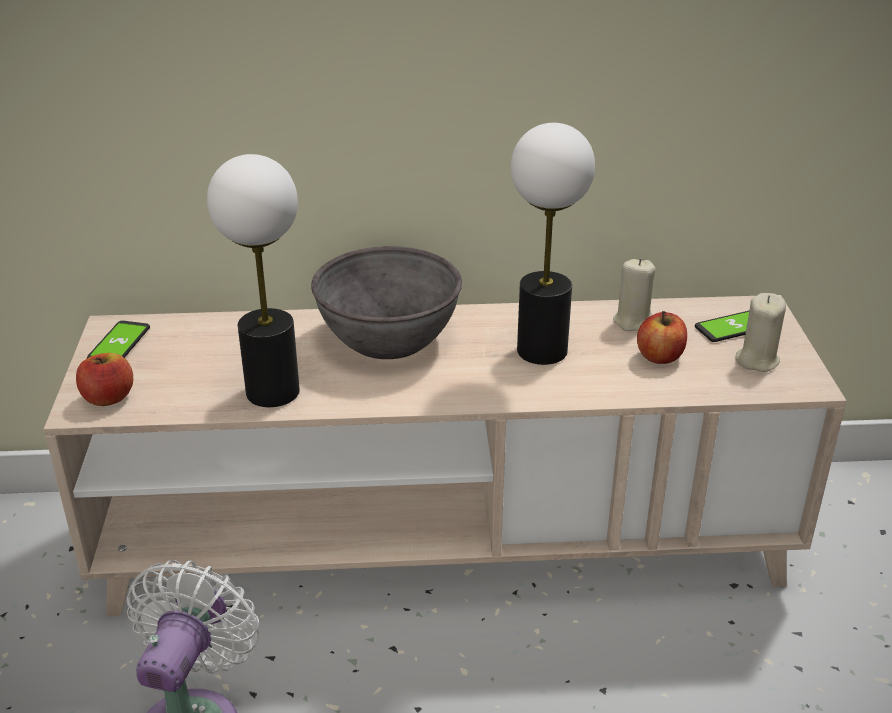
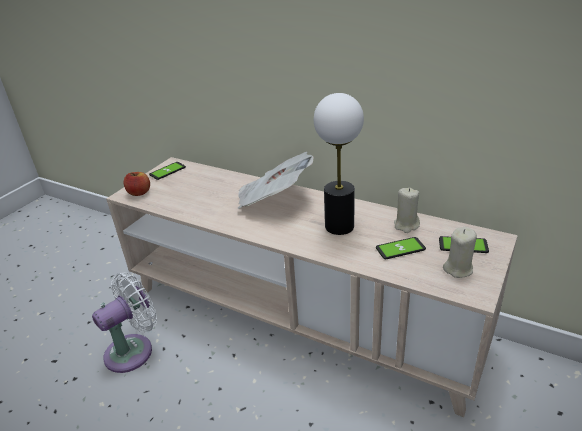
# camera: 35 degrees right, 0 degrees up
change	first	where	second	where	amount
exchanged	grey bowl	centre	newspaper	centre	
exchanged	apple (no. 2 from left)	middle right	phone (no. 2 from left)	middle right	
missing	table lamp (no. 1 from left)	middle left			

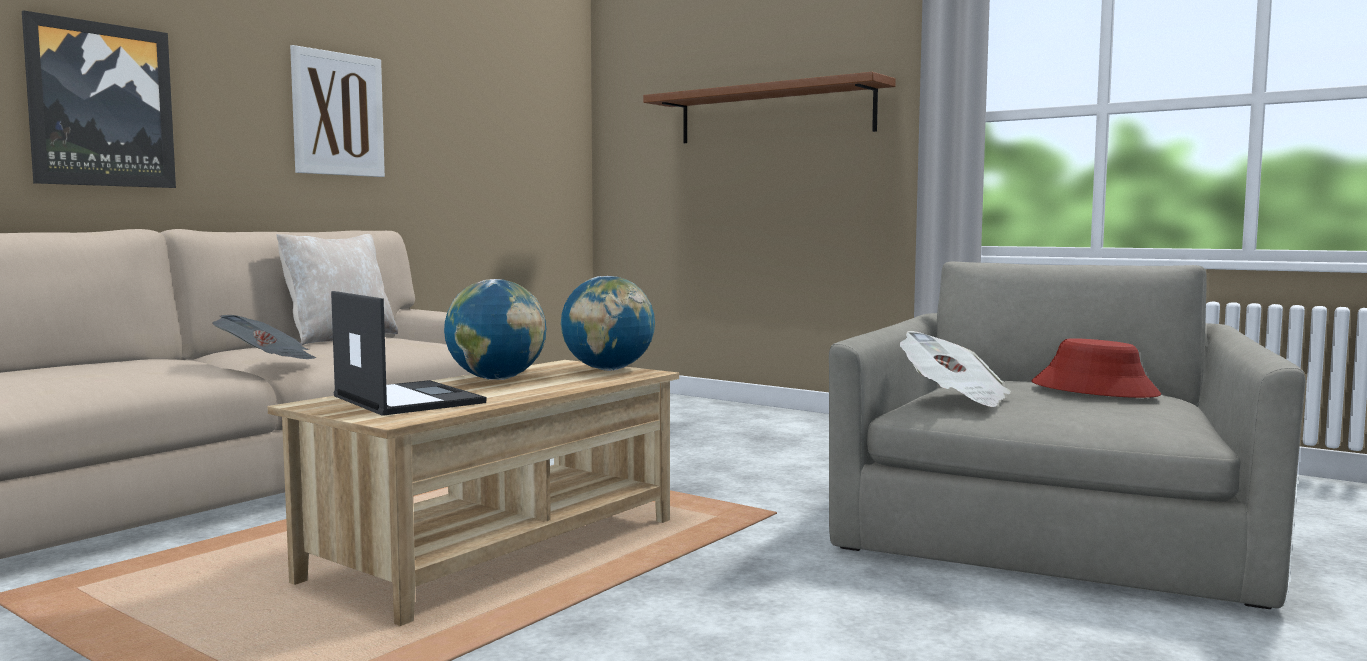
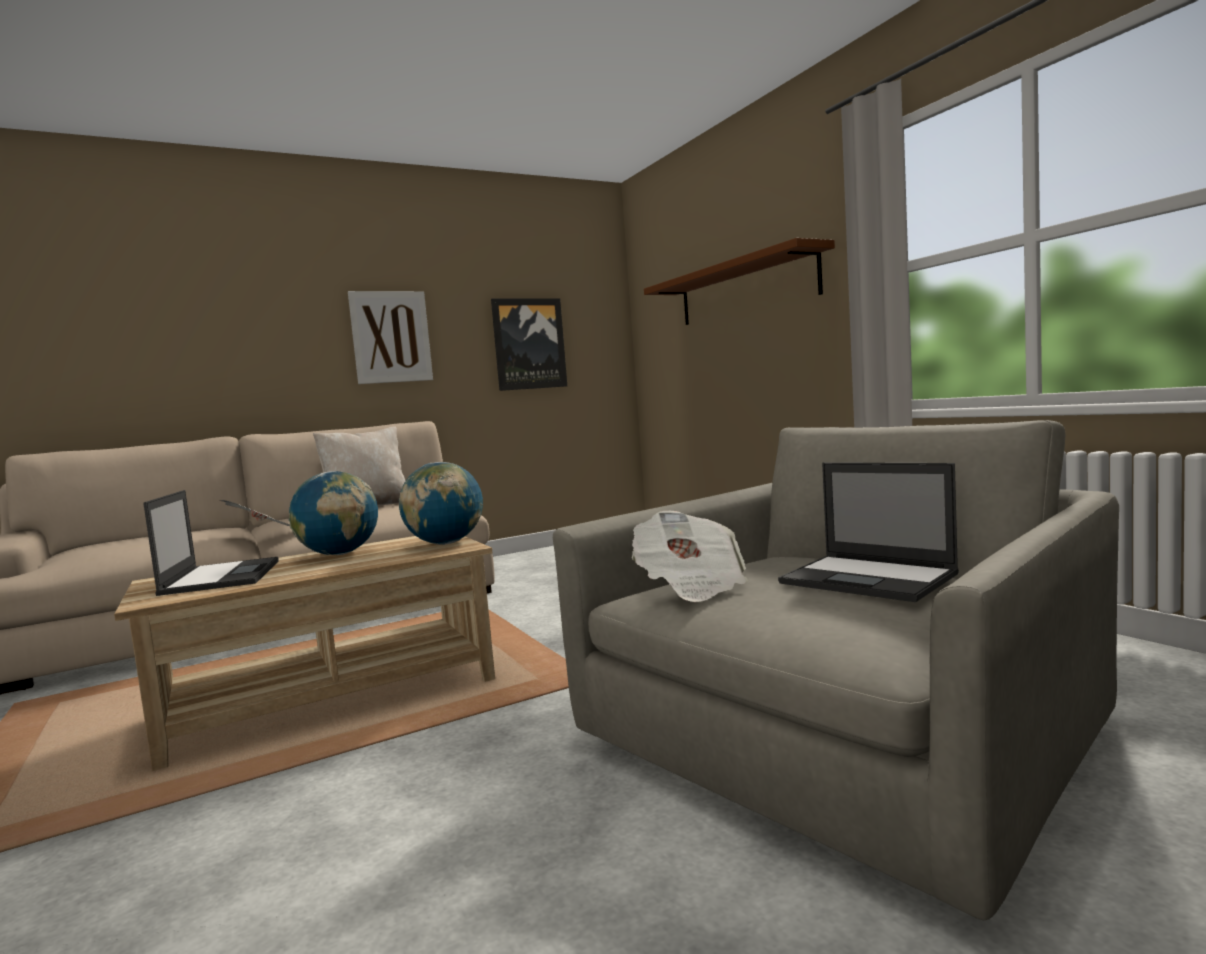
# camera: 25 degrees right, 0 degrees up
change	first	where	second	where	amount
relocated	picture (no. 1 from left in the first image)	top left	picture (no. 2 from left)	centre	
exchanged	red hat	middle right	laptop (no. 2 from left)	middle right	

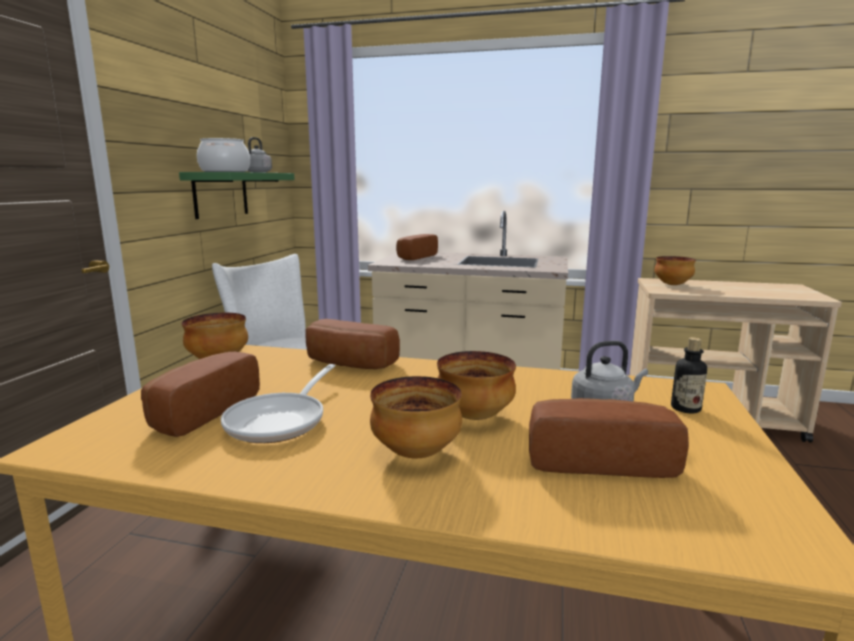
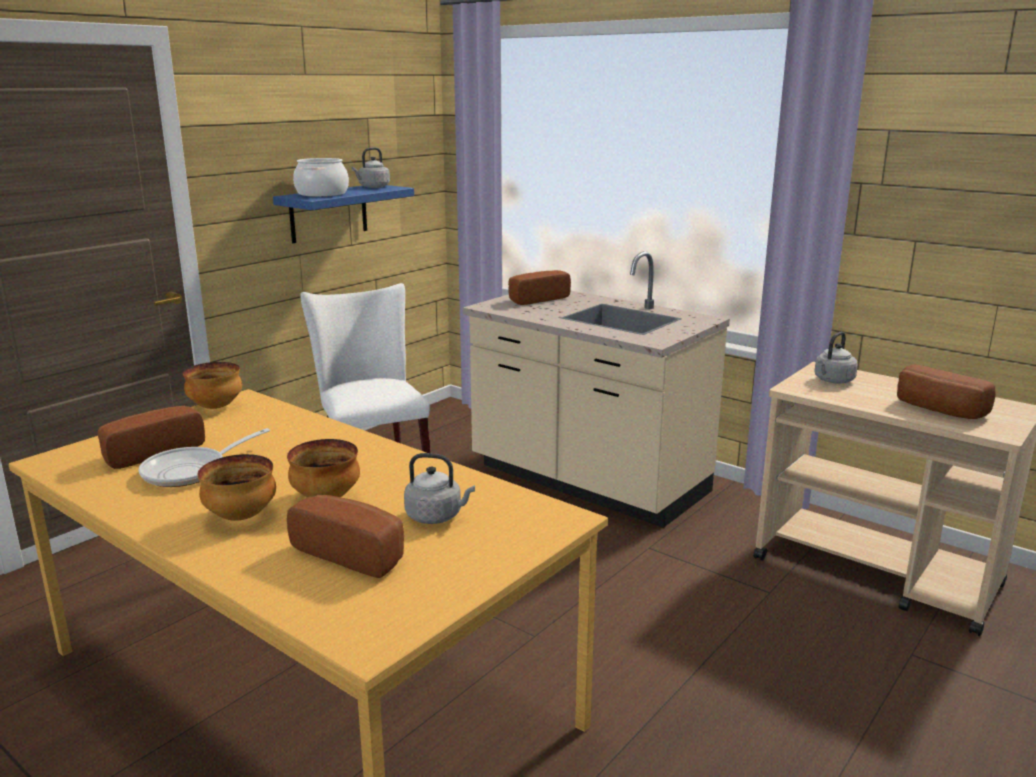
# camera: 25 degrees right, 5 degrees up
change	first	where	second	where	amount
colour	green shelf	top left	blue shelf	top left	
exchanged	bowl (no. 4 from left)	middle right	grey kettle (no. 3 from left)	middle right	
relocated	bread (no. 2 from left in the first image)	centre	bread (no. 4 from left)	middle right	
missing	bottle	middle right			

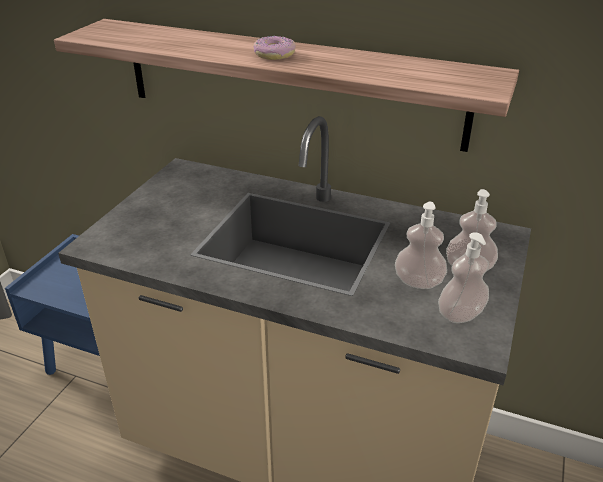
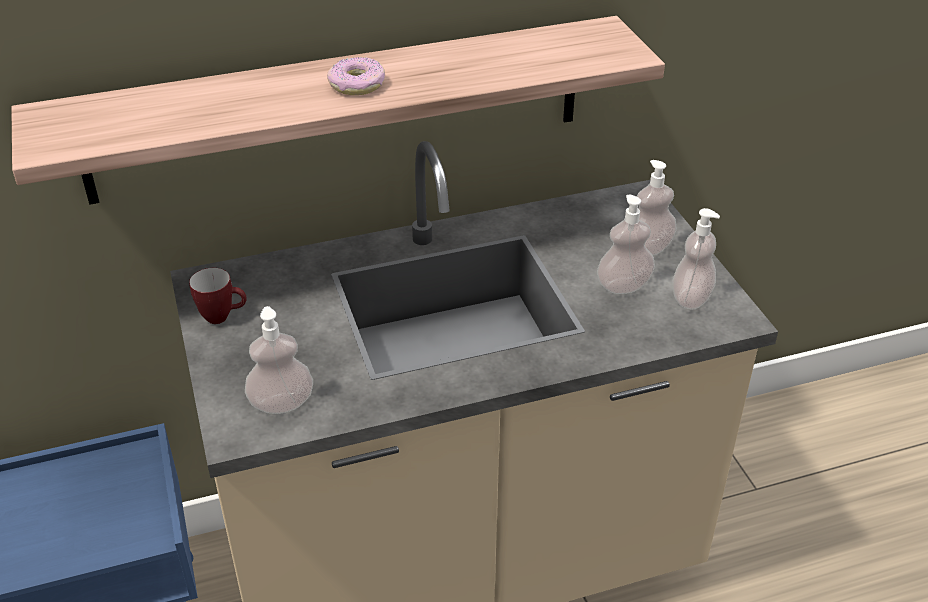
# camera: 40 degrees left, 5 degrees up
change	first	where	second	where	amount
appeared			mug	middle left	
appeared			soap dispenser (no. 1 from left)	middle left	

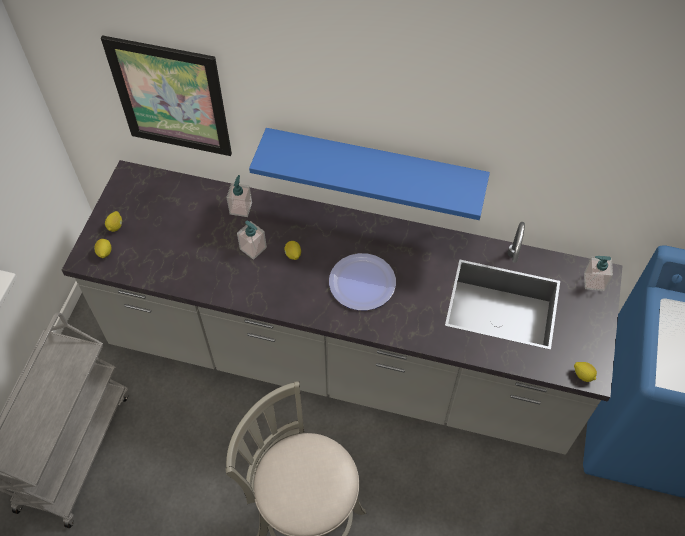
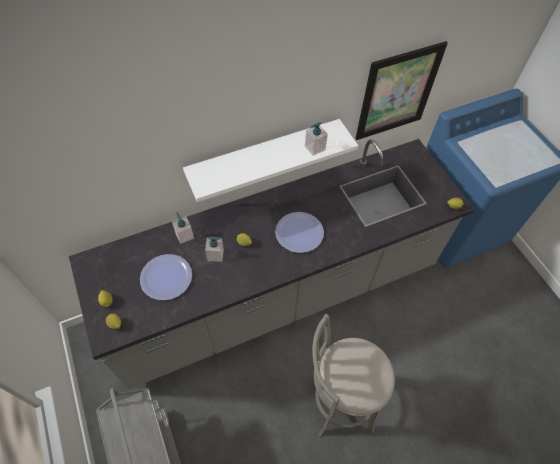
# camera: 40 degrees left, 0 degrees up
change	first	where	second	where	amount
appeared			plate (no. 1 from left)	middle left	
colour	blue shelf	top centre	white shelf	centre	
relocated	soap dispenser (no. 3 from left)	middle right		top centre	
relocated	picture	top left		top right	

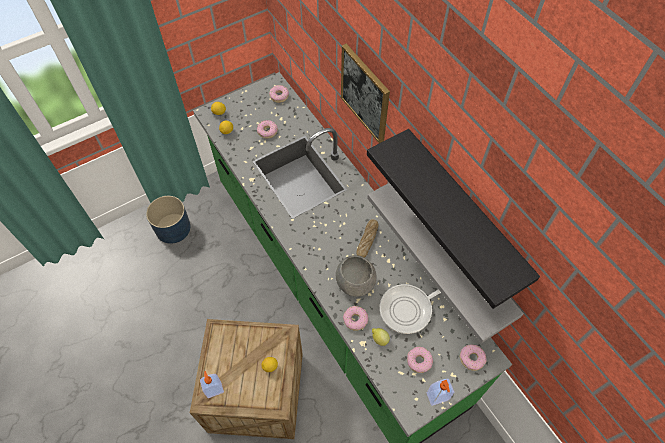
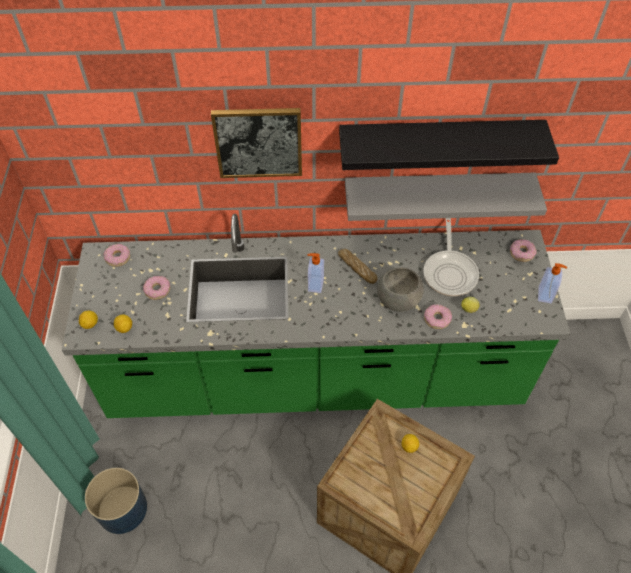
# camera: 60 degrees left, 5 degrees down
change	first	where	second	where	amount
relocated	soap dispenser (no. 1 from left)	bottom left		centre	
missing	donut (no. 4 from left)	bottom centre			

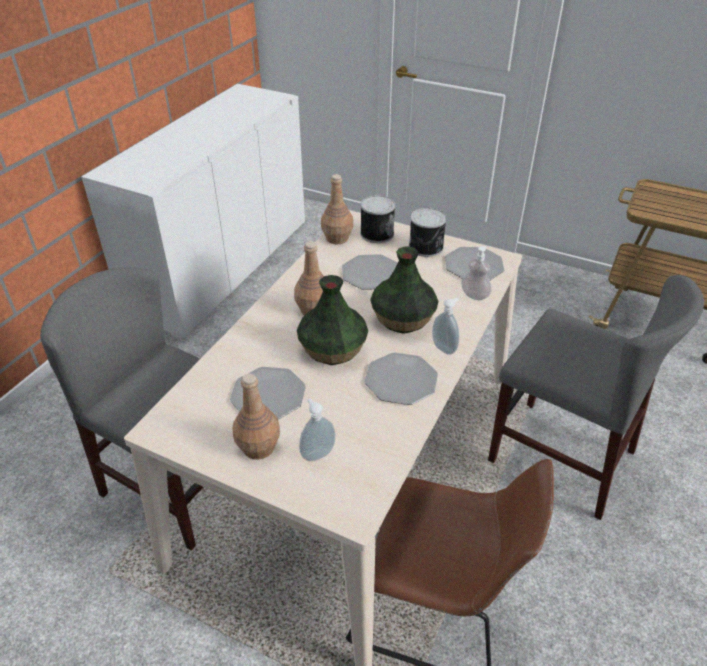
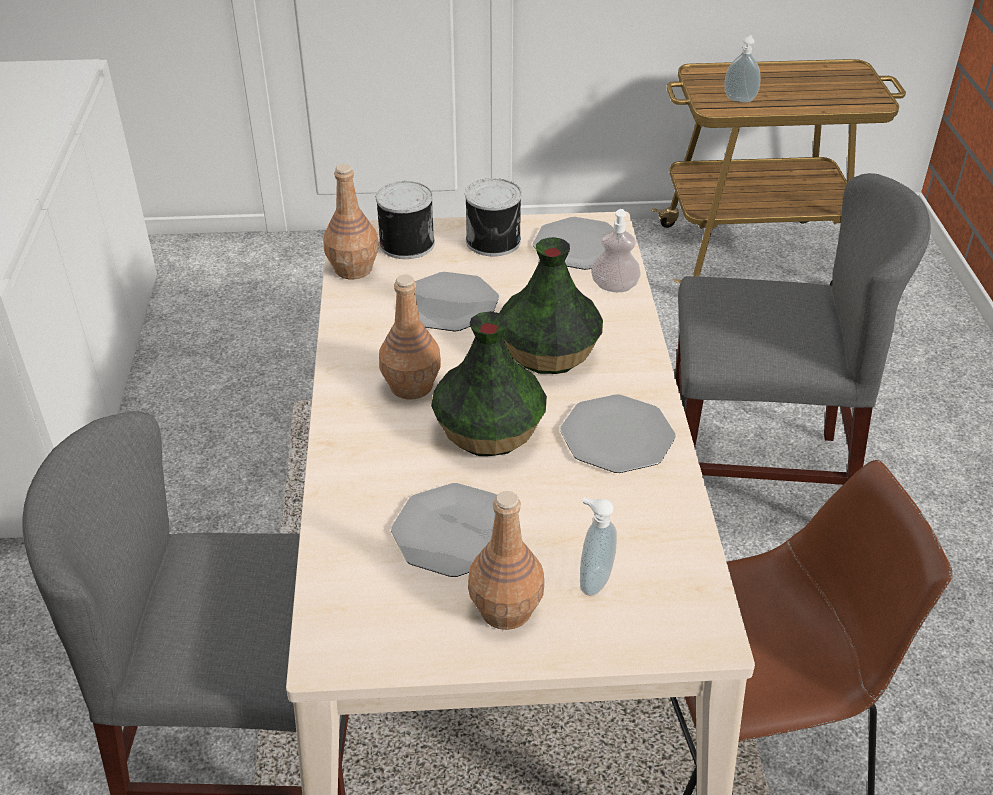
# camera: 30 degrees left, 0 degrees up
change	first	where	second	where	amount
relocated	soap dispenser (no. 2 from left in the first image)	centre	soap dispenser (no. 3 from left)	top right	

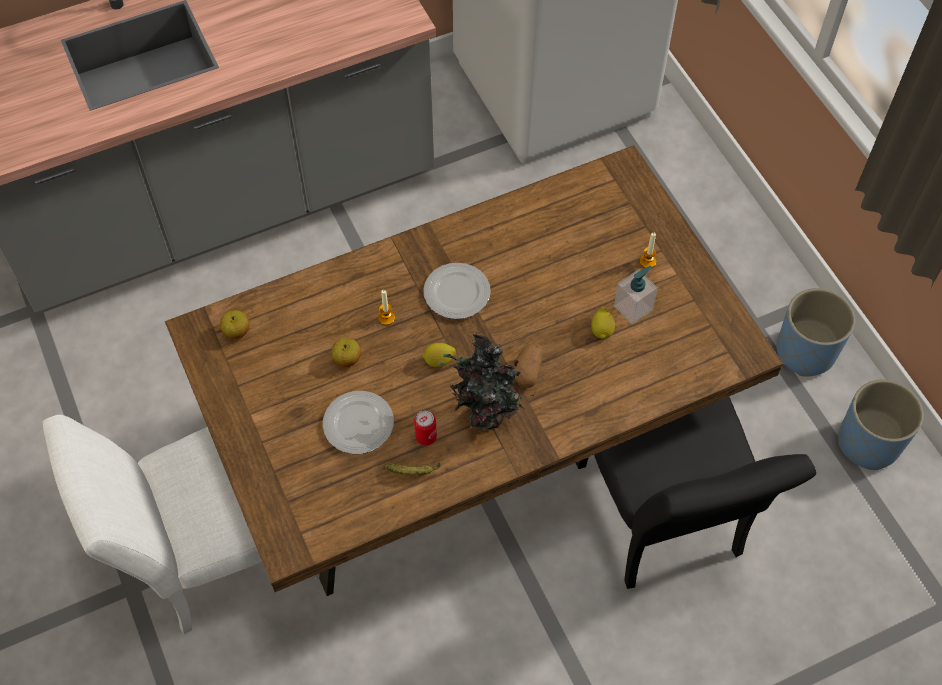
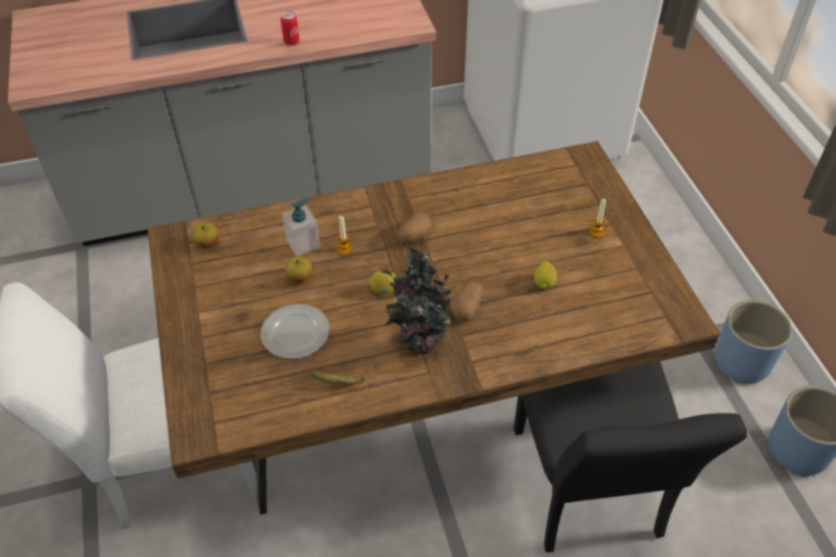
# camera: 10 degrees right, 10 degrees down
change	first	where	second	where	amount
relocated	can	centre		top centre	
relocated	soap dispenser	middle right		centre	
exchanged	plate (no. 2 from left)	centre	potato (no. 1 from left)	centre	

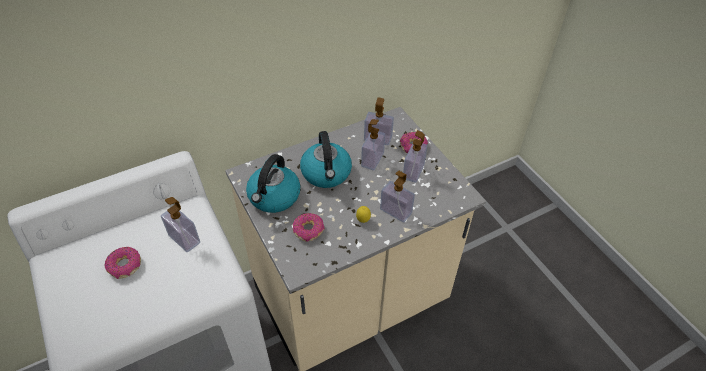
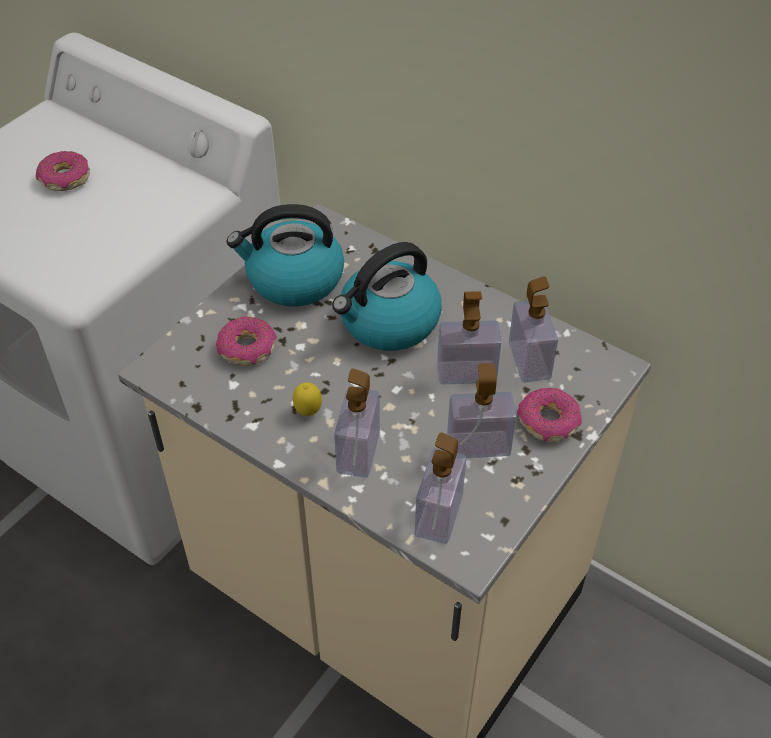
# camera: 65 degrees right, 0 degrees up
change	first	where	second	where	amount
relocated	soap dispenser (no. 1 from left in the first image)	middle left	soap dispenser (no. 2 from left)	centre	

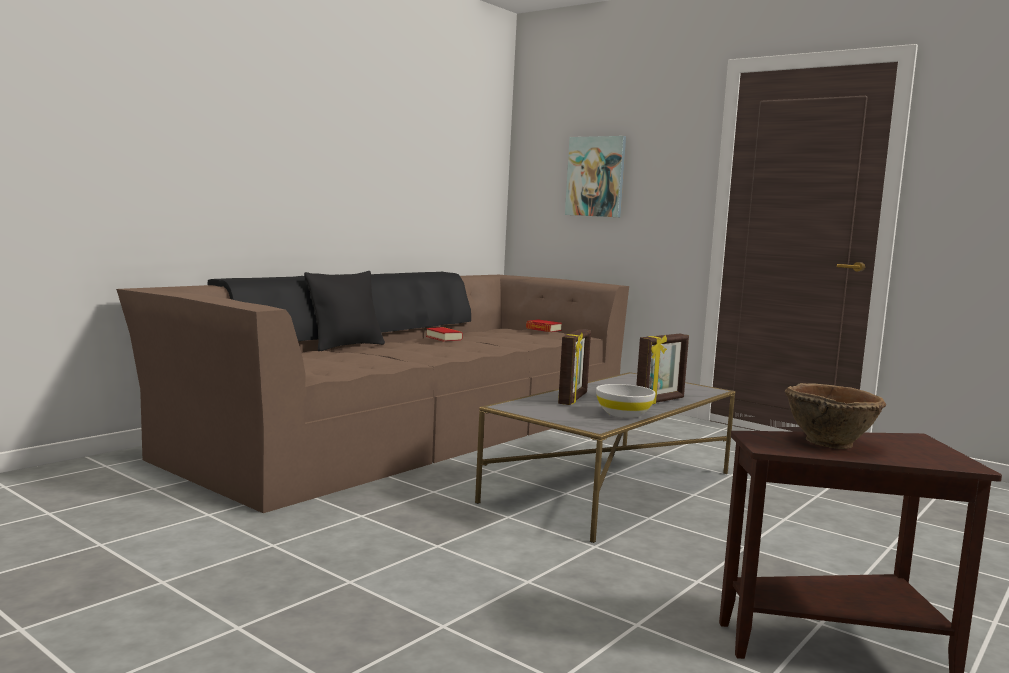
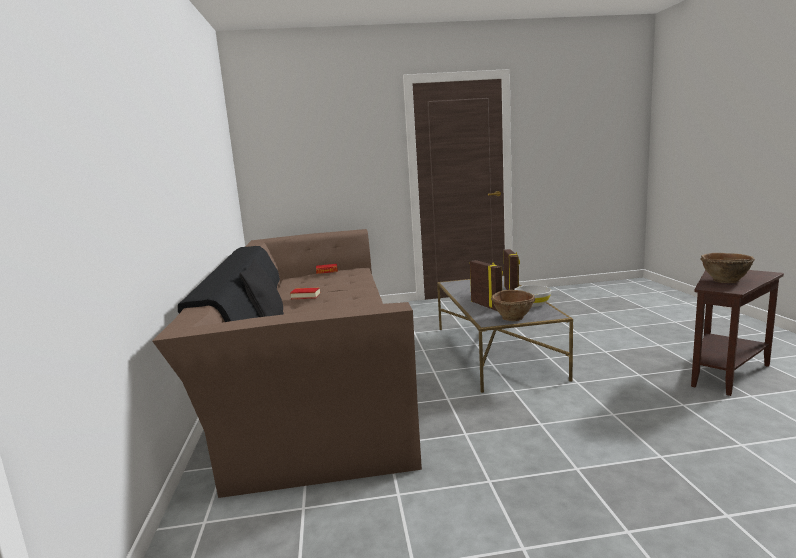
# camera: 45 degrees left, 5 degrees up
change	first	where	second	where	amount
appeared			brown bowl (no. 1 from left)	centre	
missing	picture	top centre			

